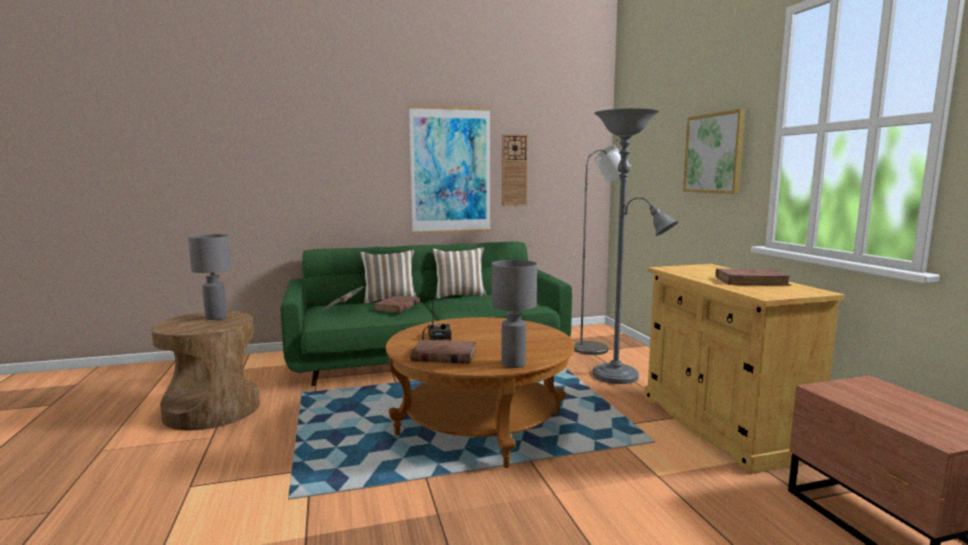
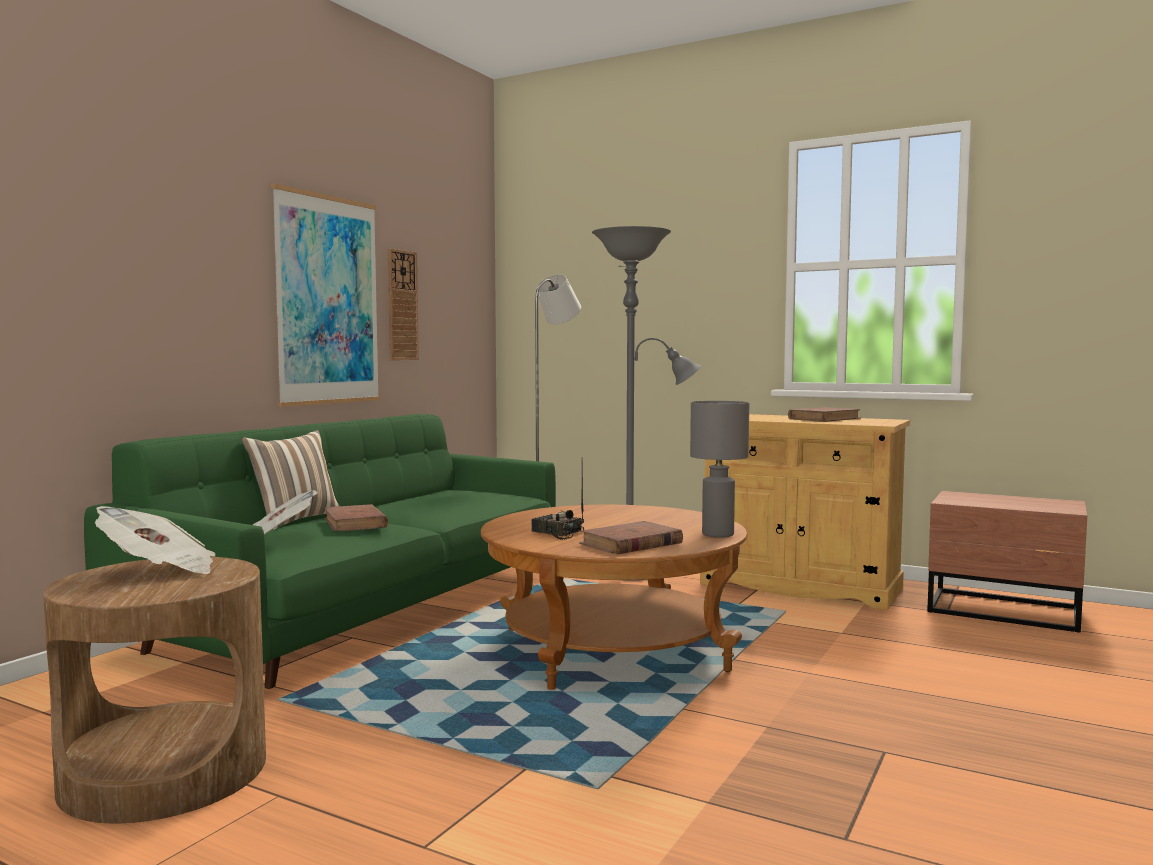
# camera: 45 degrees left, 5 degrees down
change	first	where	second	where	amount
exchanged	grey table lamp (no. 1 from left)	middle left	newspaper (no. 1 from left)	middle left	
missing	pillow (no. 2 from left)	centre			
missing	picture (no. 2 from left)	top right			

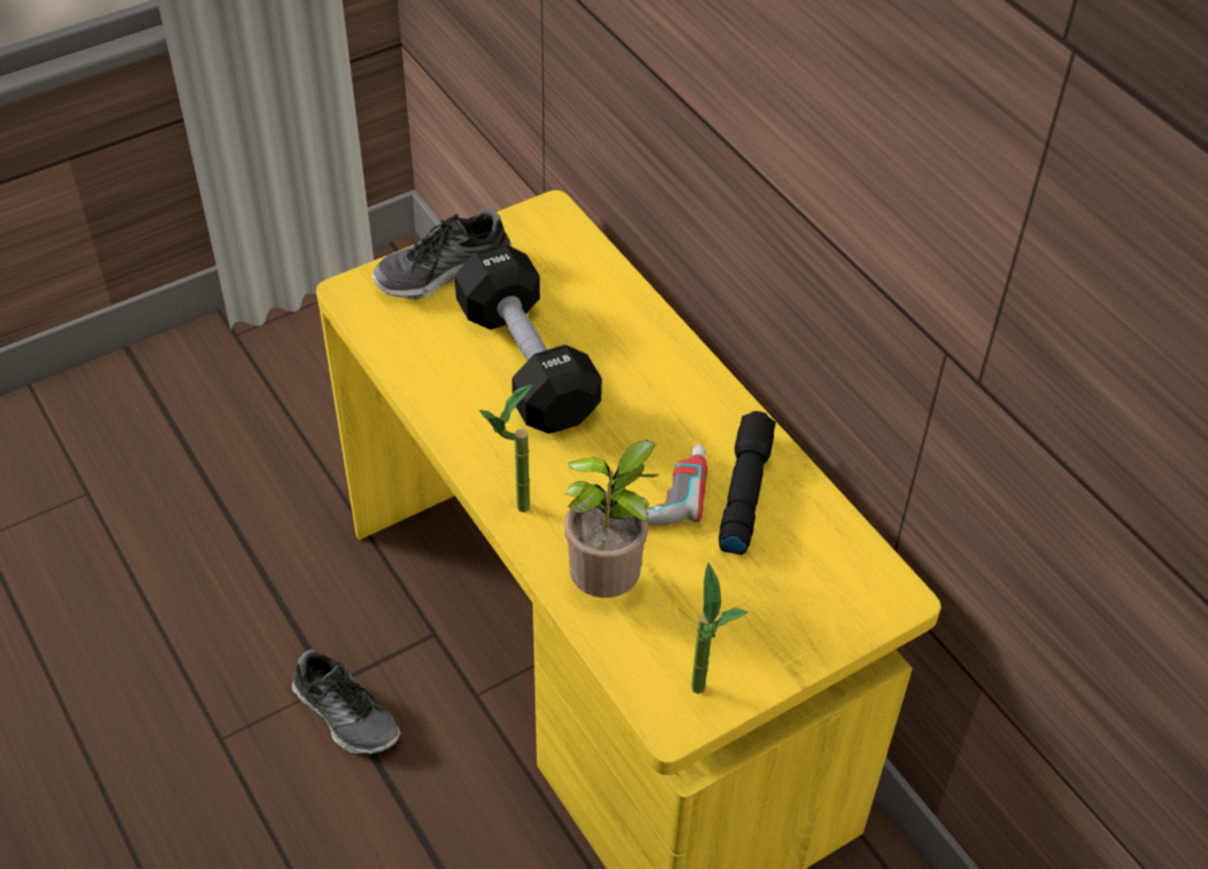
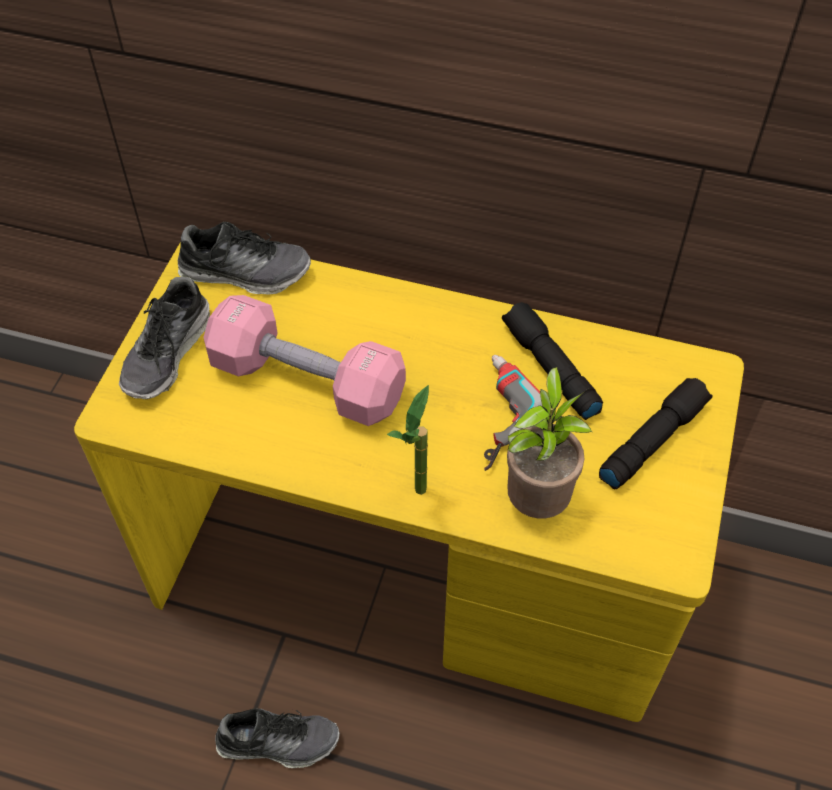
# camera: 40 degrees left, 5 degrees up
change	first	where	second	where	amount
appeared			shoe (no. 2 from left)	top left	
colour	black dumbbell	centre	pink dumbbell	centre	
appeared			black flashlight (no. 2 from left)	middle right	
missing	potted plant (no. 3 from left)	bottom centre			

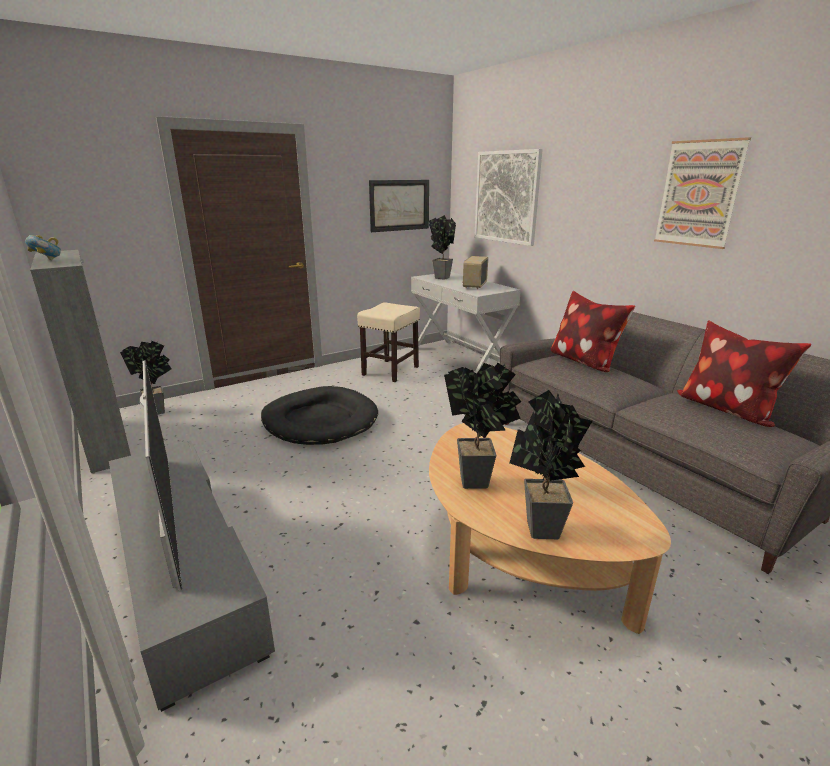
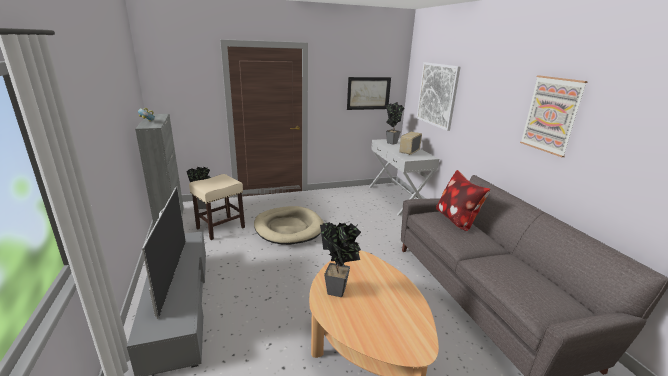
# camera: 15 degrees right, 0 degrees up
change	first	where	second	where	amount
relocated	beige stool	centre		middle left	
colour	black dog bed	centre	beige dog bed	centre	
missing	potted plant (no. 4 from left)	centre			
missing	pillow (no. 2 from left)	middle right			

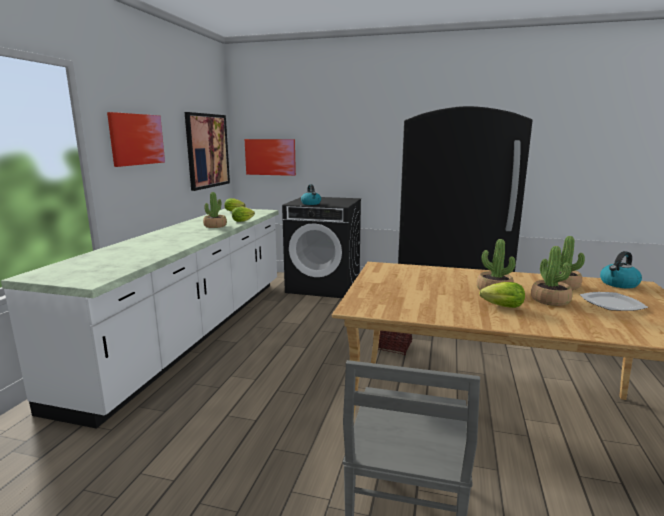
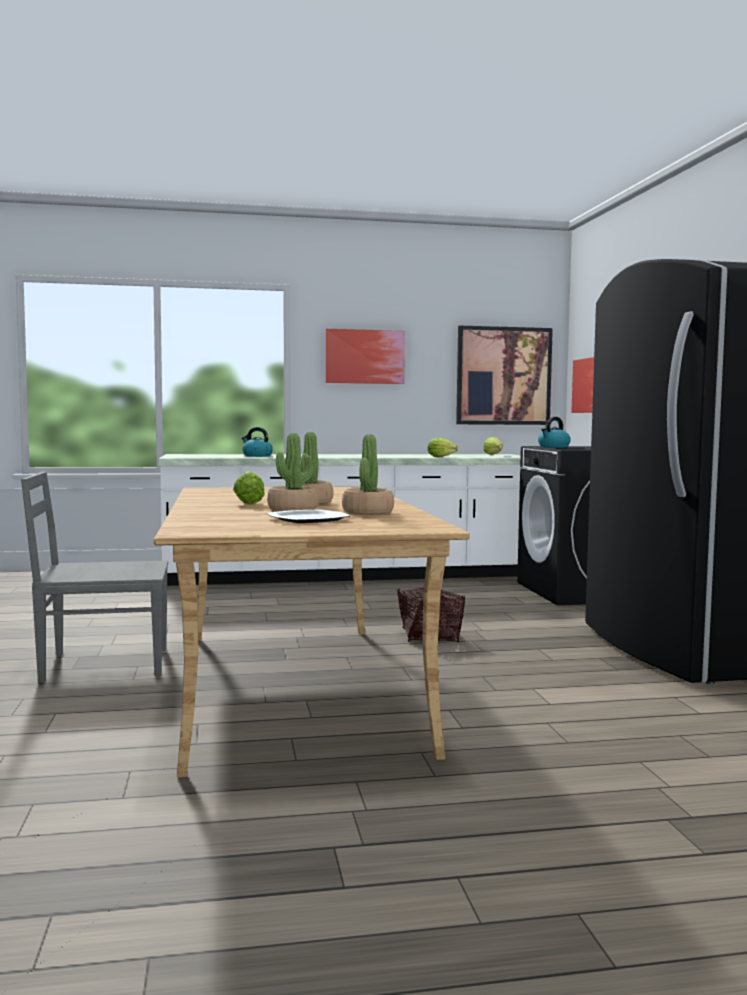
# camera: 65 degrees right, 10 degrees down
change	first	where	second	where	amount
relocated	kettle (no. 2 from left in the first image)	middle right	kettle (no. 1 from left)	centre	
missing	potted plant (no. 1 from left)	middle left			

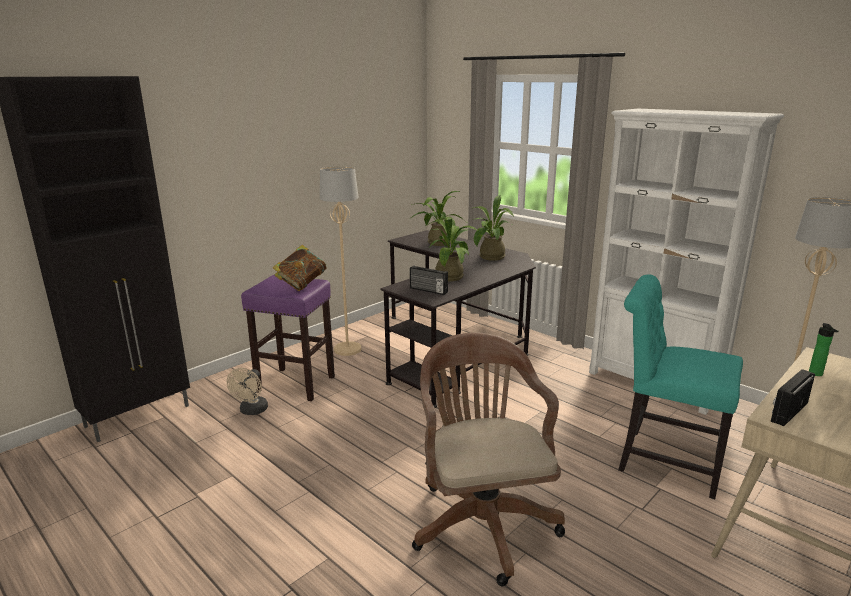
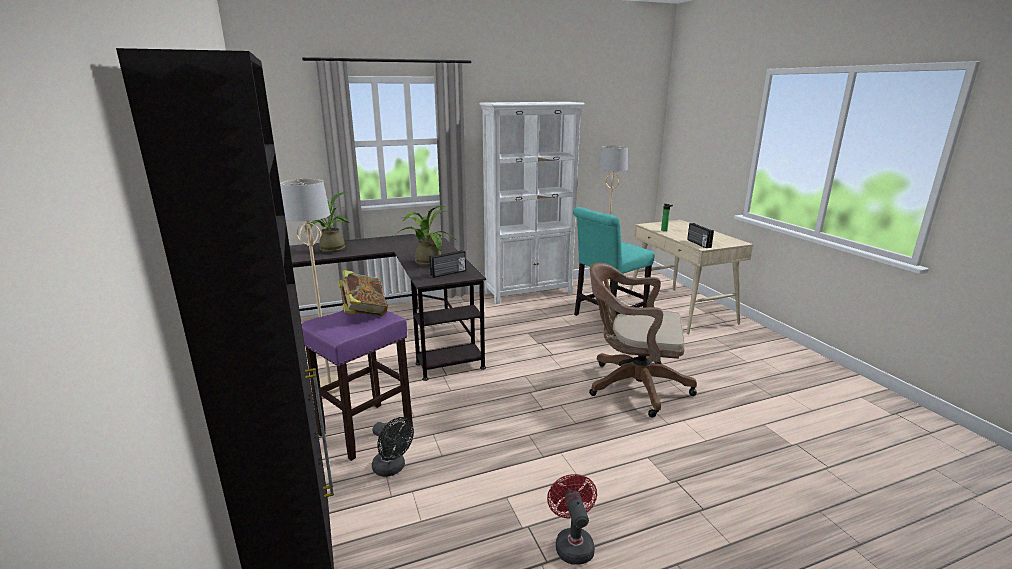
# camera: 65 degrees left, 0 degrees up
change	first	where	second	where	amount
colour	beige fan	middle left	black fan	bottom centre	
appeared			red fan	bottom centre	
missing	potted plant (no. 3 from left)	centre			

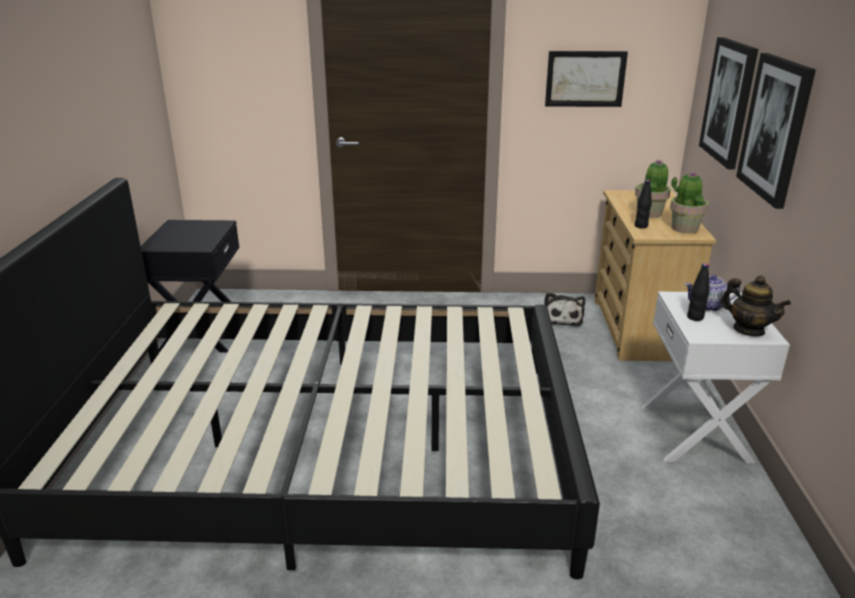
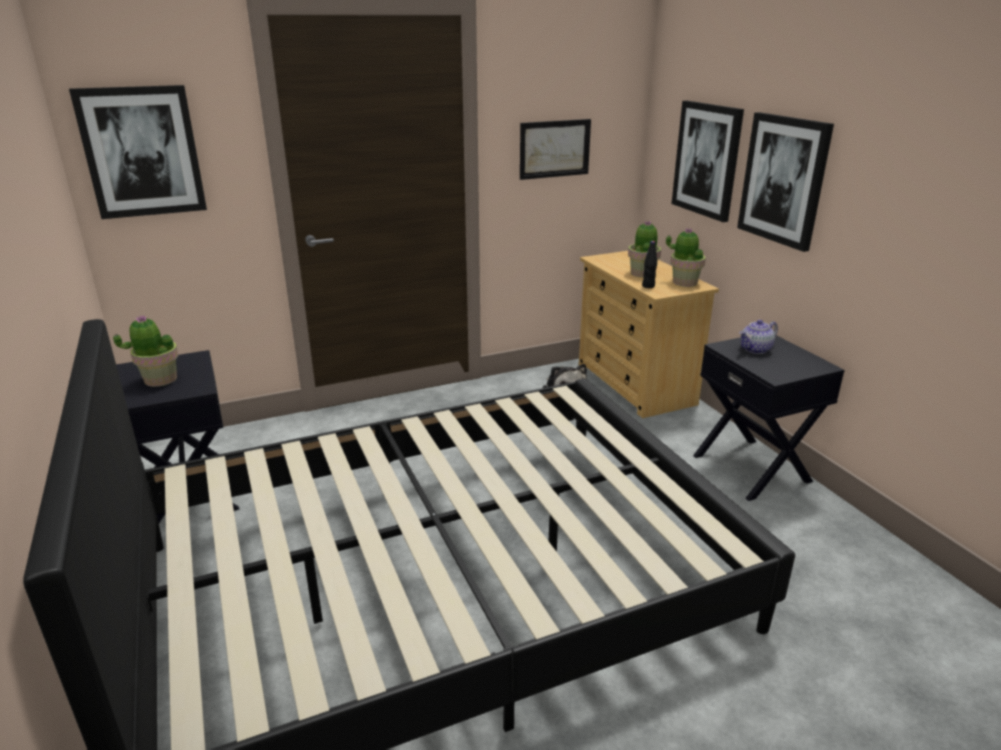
# camera: 25 degrees left, 0 degrees up
change	first	where	second	where	amount
appeared			picture (no. 1 from left)	top left	
appeared			potted plant (no. 1 from left)	middle left	
colour	white nightstand	middle right	black nightstand (no. 2 from left)	middle right	
missing	black bottle (no. 2 from left)	middle right			
missing	teapot (no. 2 from left)	middle right			

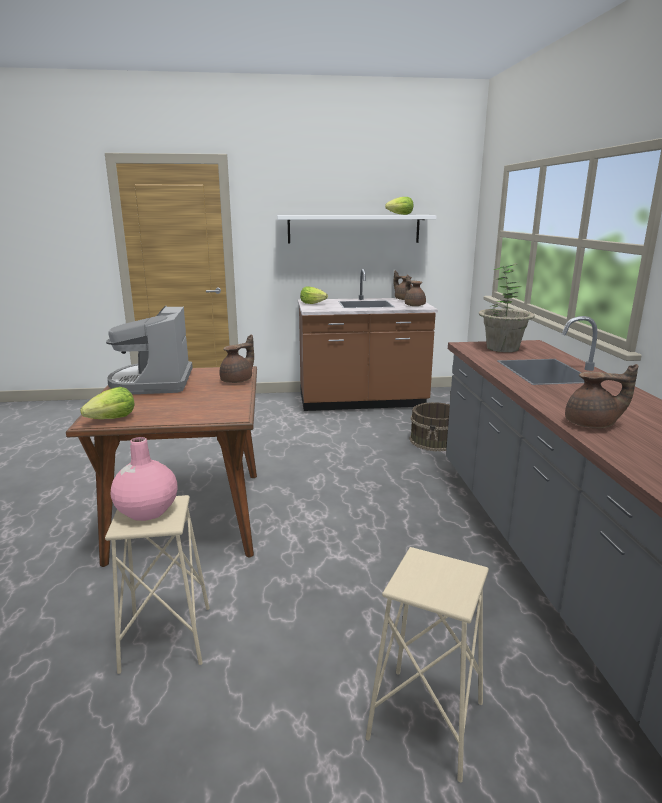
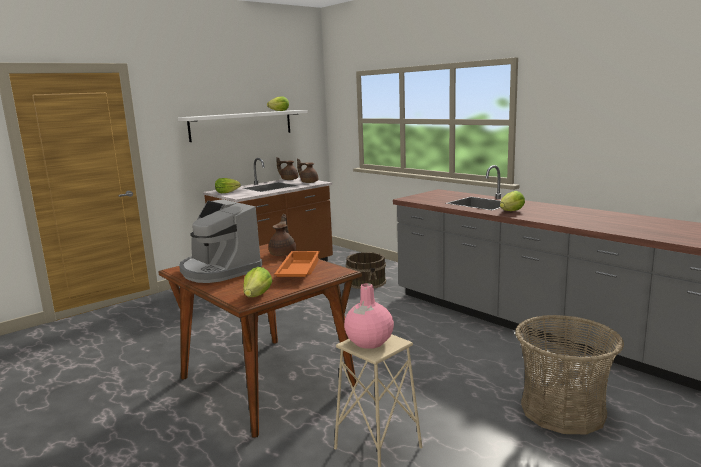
# camera: 35 degrees left, 5 degrees down
change	first	where	second	where	amount
appeared			orange tray	centre	
appeared			lettuce (no. 4 from left)	middle right	
exchanged	beige stool (no. 2 from left)	bottom centre	basket	bottom right	
missing	potted plant	middle right			
missing	brown teapot (no. 4 from left)	middle right			

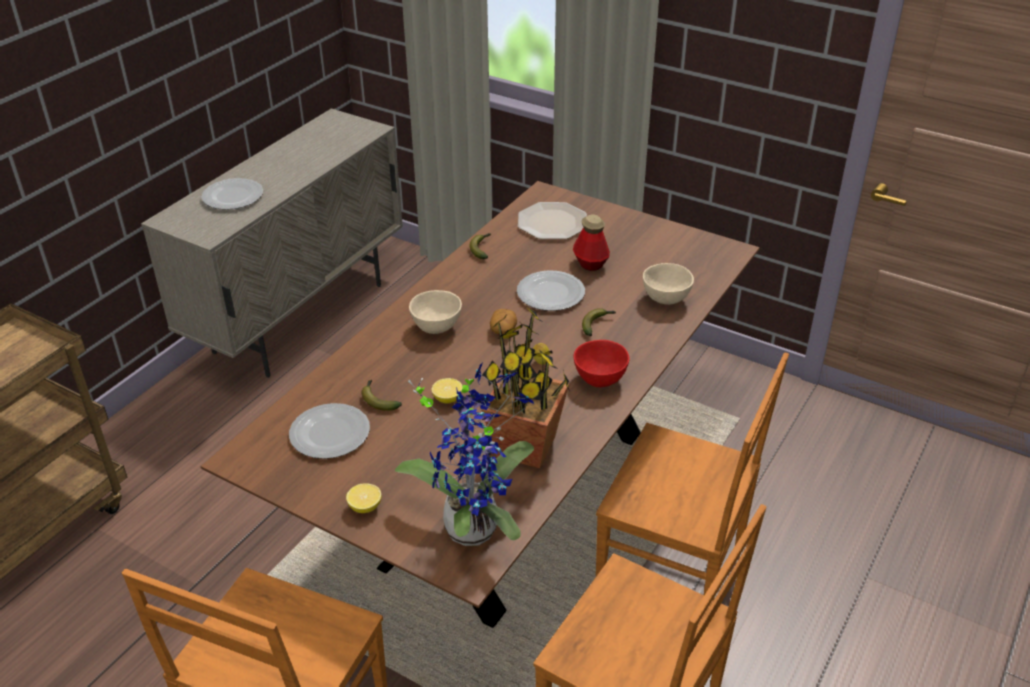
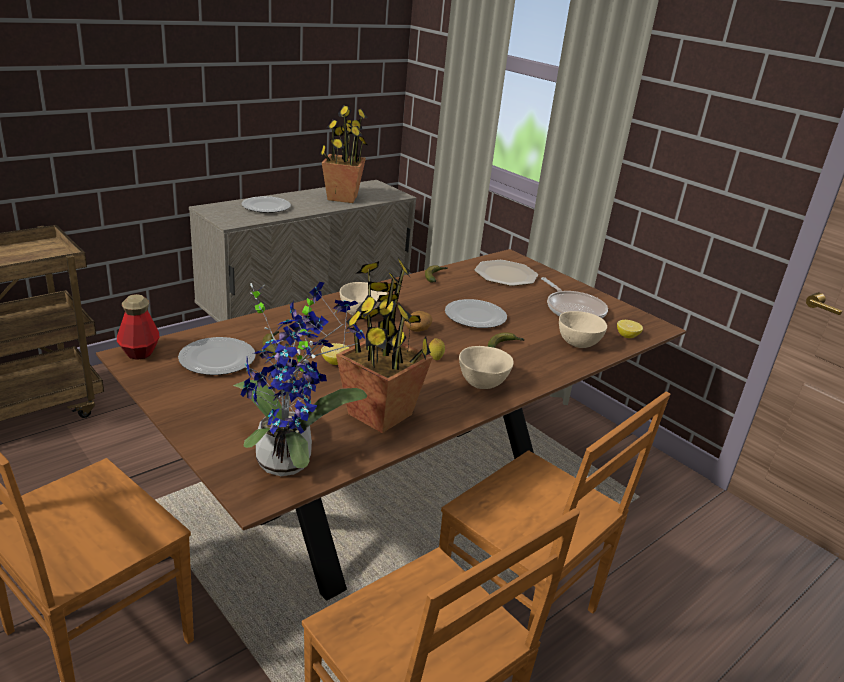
# camera: 15 degrees right, 10 degrees down
change	first	where	second	where	amount
relocated	bottle	centre		middle left	
appeared			potted plant (no. 2 from left)	top centre	
colour	red bowl	centre	beige bowl (no. 2 from left)	centre	
appeared			frying pan	middle right	
relocated	lemon (no. 1 from left in the first image)	bottom centre	lemon (no. 3 from left)	middle right	

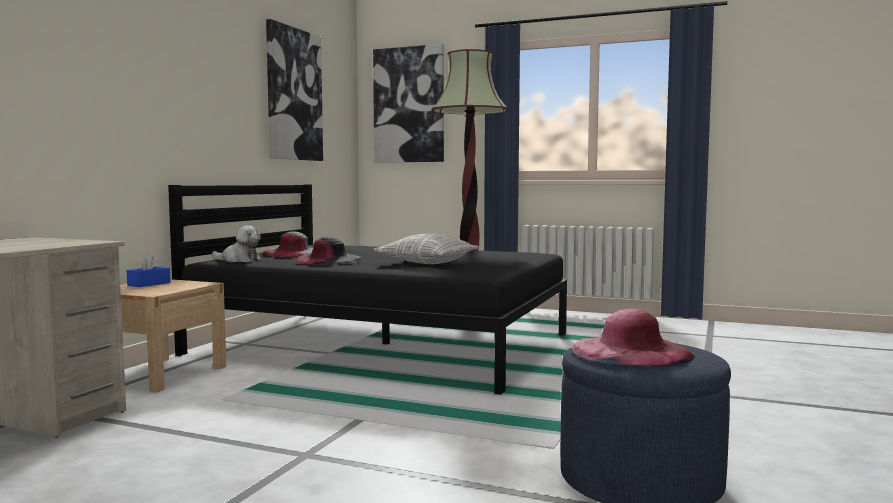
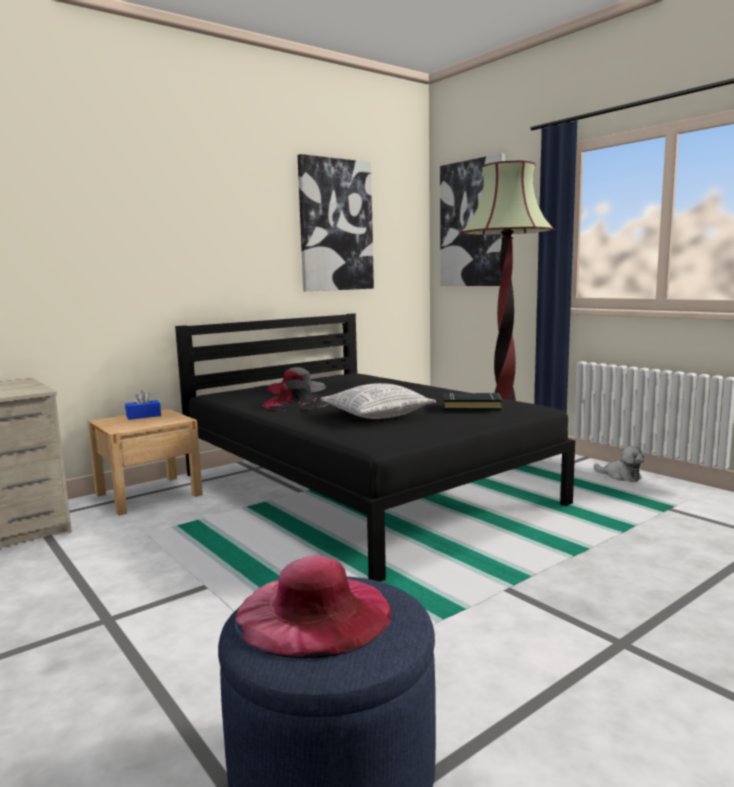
# camera: 30 degrees right, 5 degrees up
change	first	where	second	where	amount
appeared			black book	centre	
relocated	plush toy	middle left		middle right	

